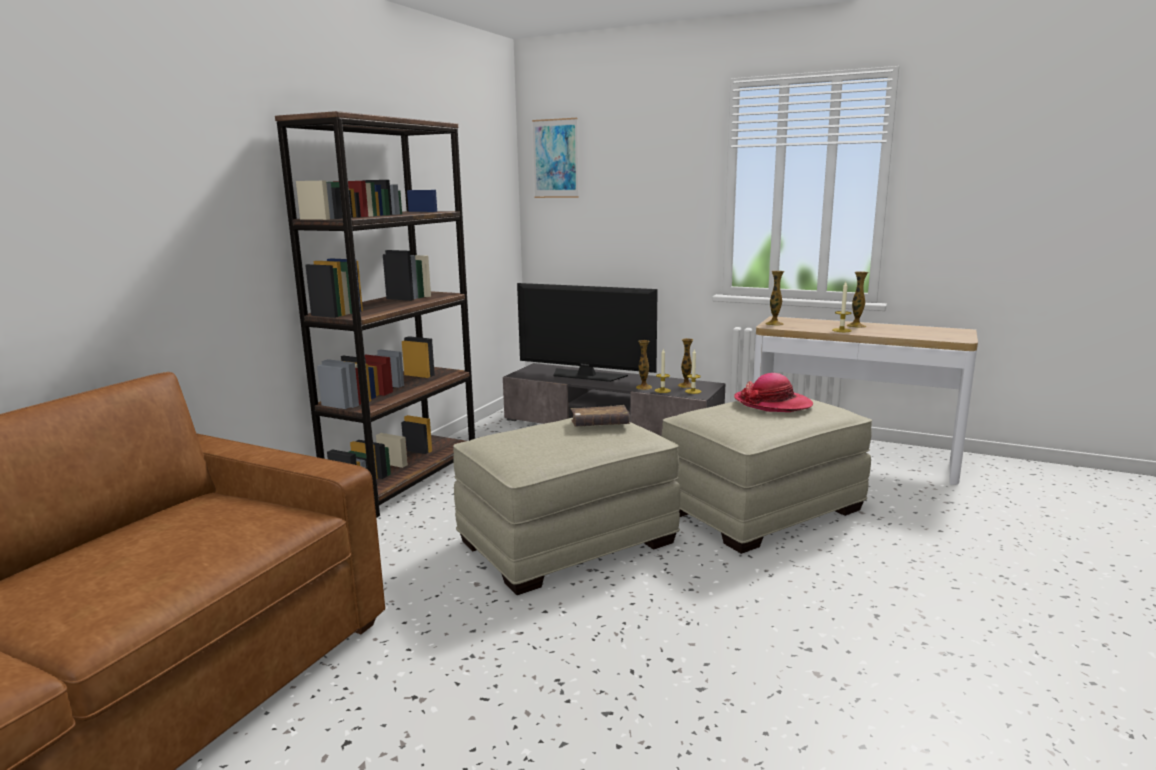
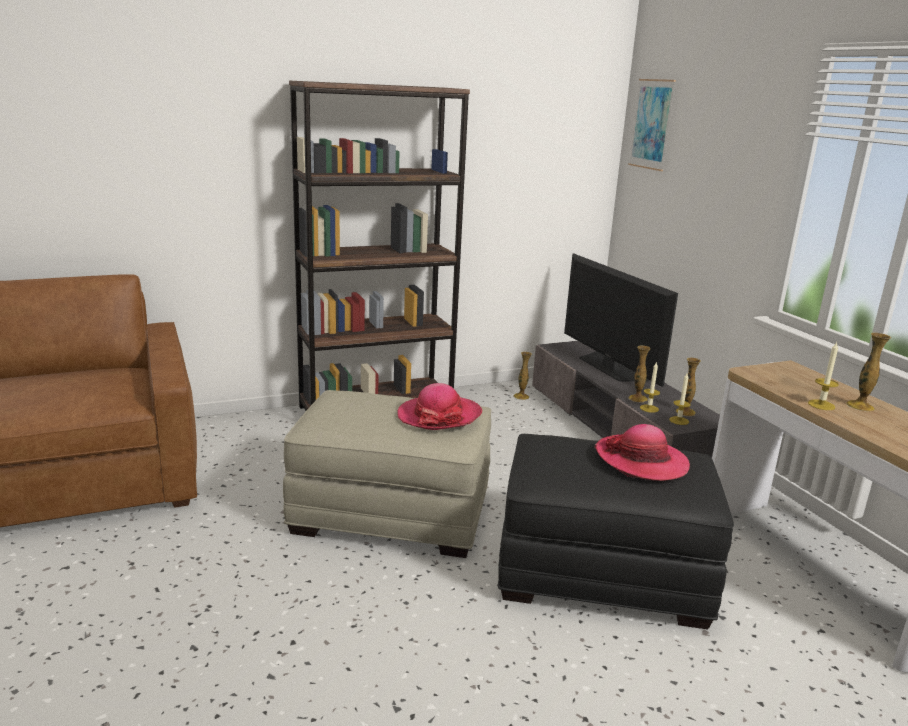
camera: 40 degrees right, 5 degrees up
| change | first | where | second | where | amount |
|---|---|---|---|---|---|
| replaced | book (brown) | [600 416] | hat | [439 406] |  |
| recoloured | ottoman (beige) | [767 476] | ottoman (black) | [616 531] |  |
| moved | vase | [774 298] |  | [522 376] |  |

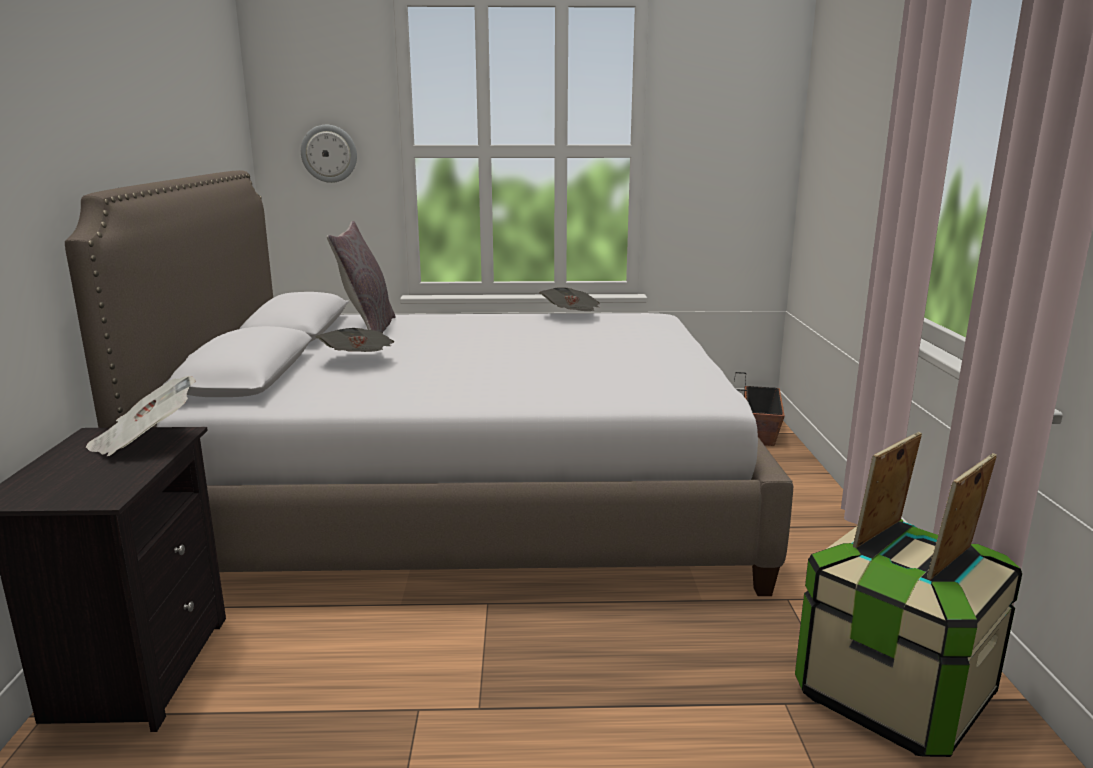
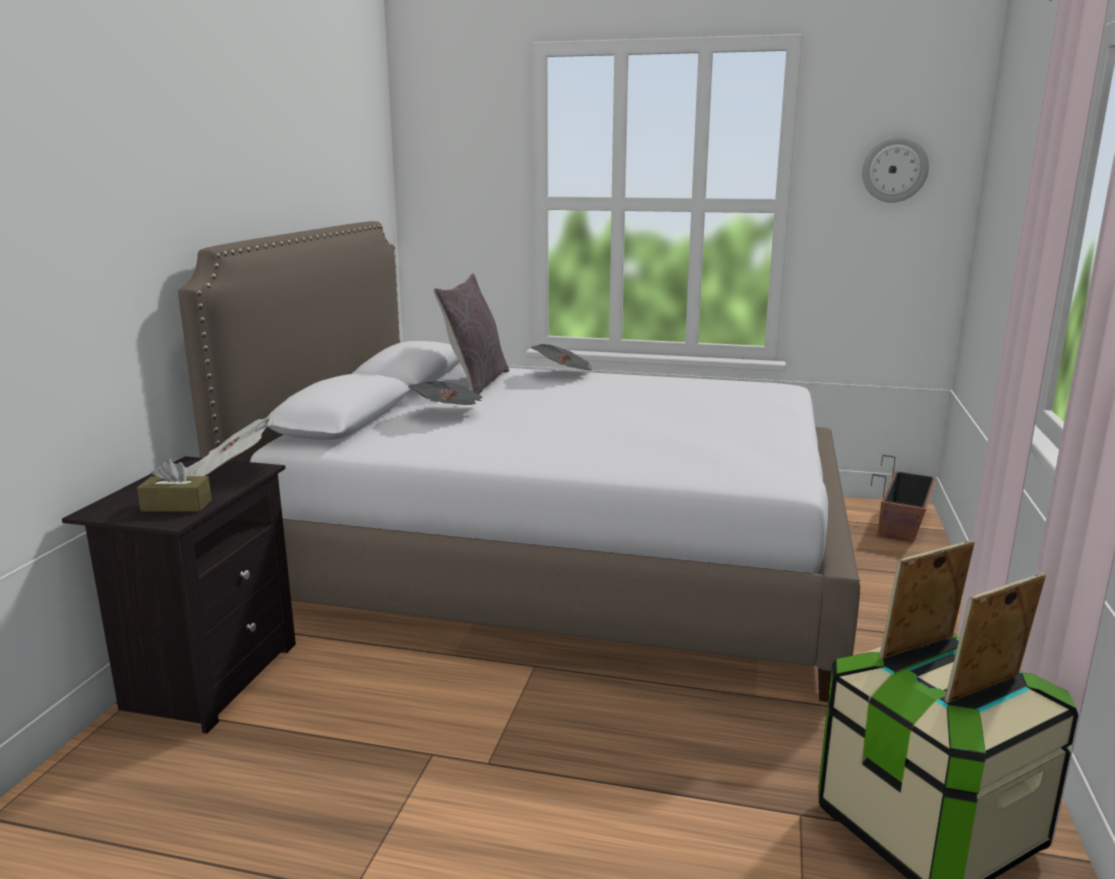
camera: 15 degrees right, 0 degrees up
| change | first | where | second | where | amount |
|---|---|---|---|---|---|
| moved | wall clock | [329 154] |  | [895 170] |  |
| moved | newspaper | [569 299] |  | [562 357] |  |
| added |  |  | tissue box (brown) | [174 485] |  |

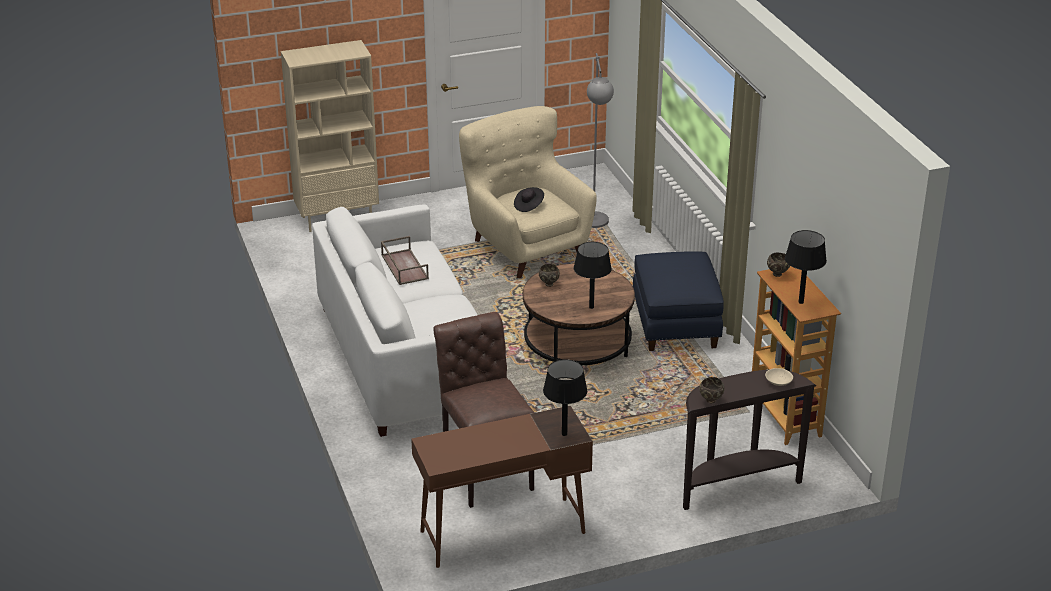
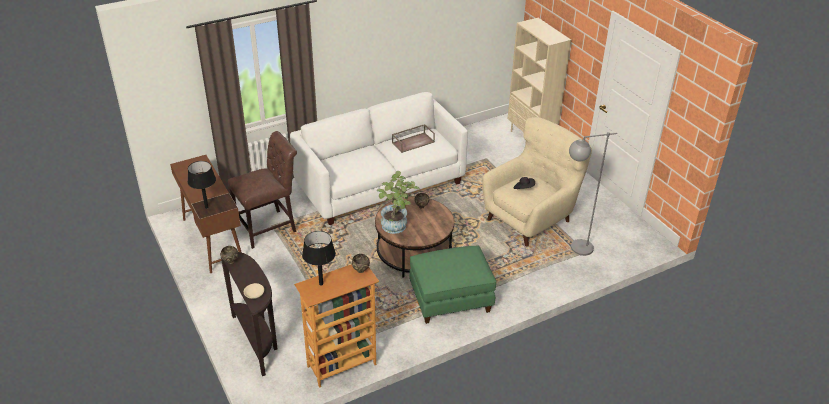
camera: 80 degrees right, 5 degrees up
| change | first | where | second | where | amount |
|---|---|---|---|---|---|
| replaced | table lamp (black) | [593 275] | potted plant | [398 202] |  |
| recoloured | ottoman (blue) | [678 301] | ottoman (green) | [452 284] |  |

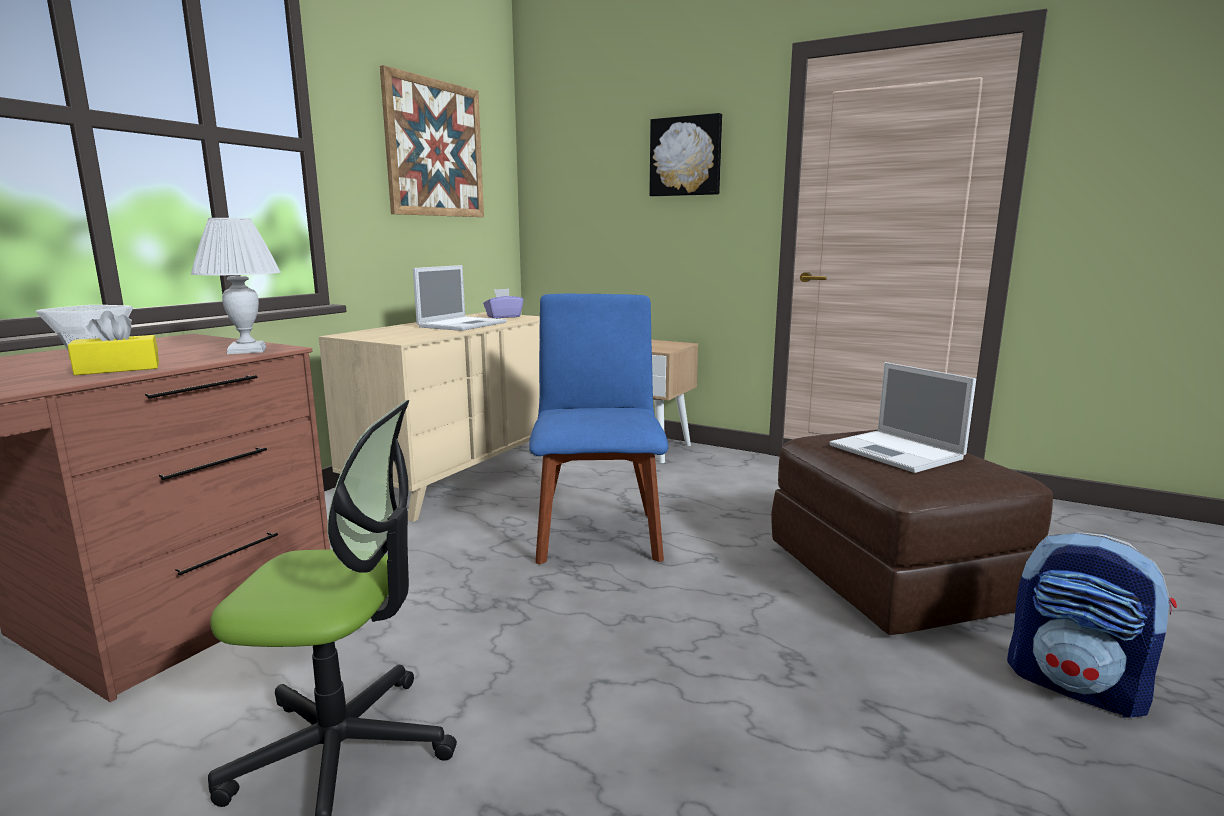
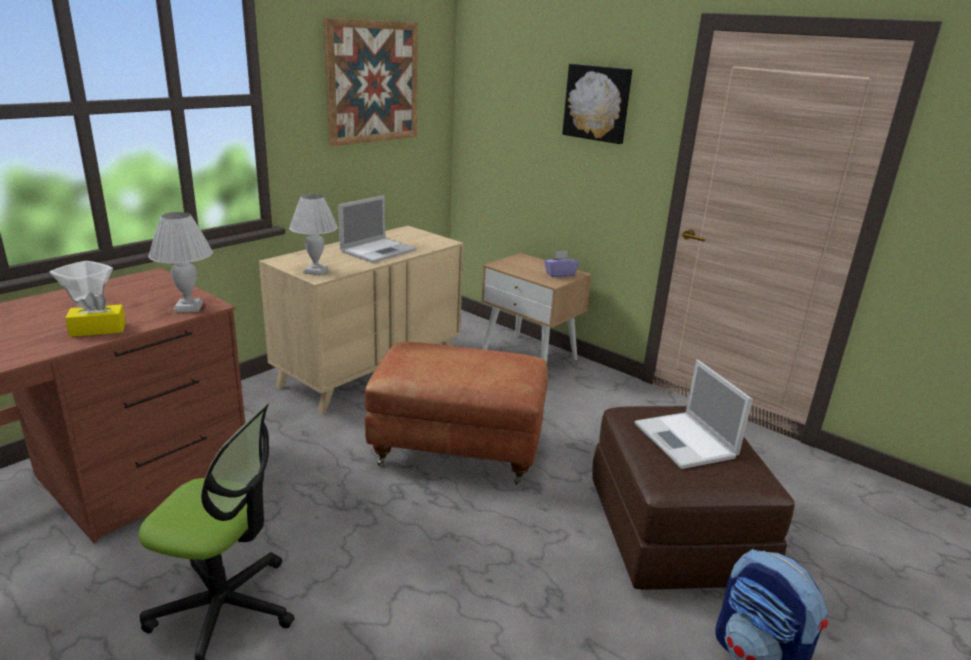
camera: 10 degrees right, 10 degrees up
| change | first | where | second | where | amount |
|---|---|---|---|---|---|
| moved | tissue box (purple) | [503 303] |  | [561 264] |  |
| replaced | chair (blue) | [598 429] | ottoman (brown) | [456 413] |  |
| added |  |  | table lamp (white) | [313 235] |  |

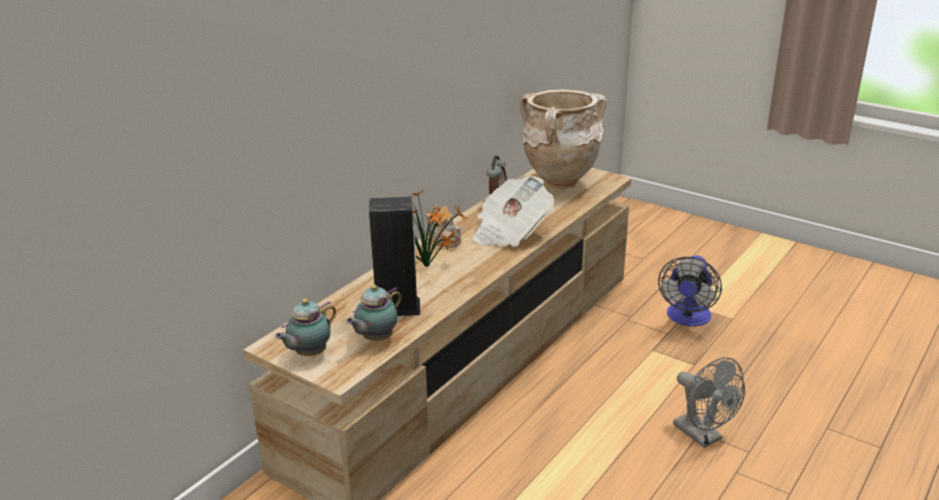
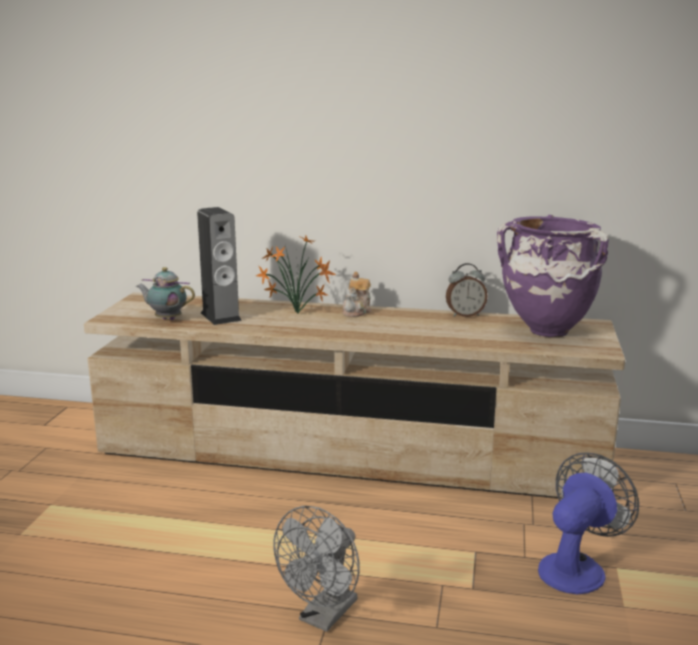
camera: 65 degrees right, 10 degrees down
| change | first | where | second | where | amount |
|---|---|---|---|---|---|
| removed | teapot | [305 327] |  |  |  |
| removed | newspaper | [513 211] |  |  |  |
| recoloured | vase (beige) | [563 139] | vase (purple) | [553 276] |  |
| turned | fan | [690 291] |  | [588 523] | 135 degrees clockwise |

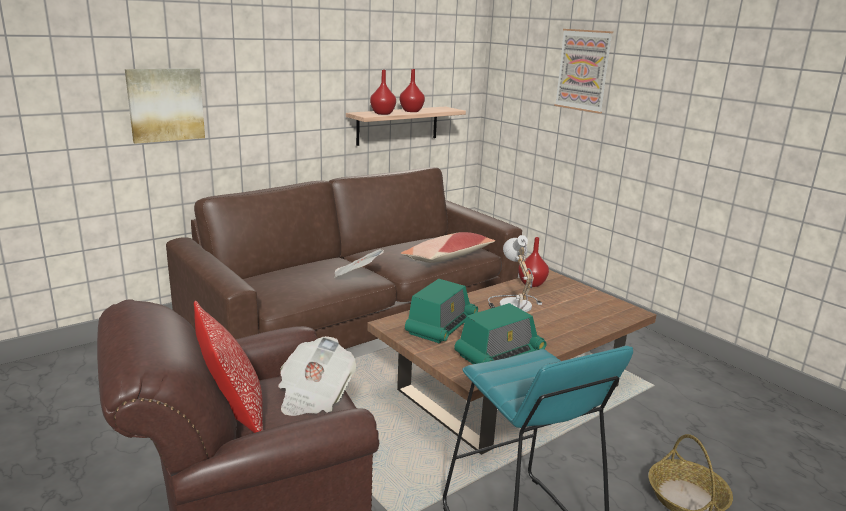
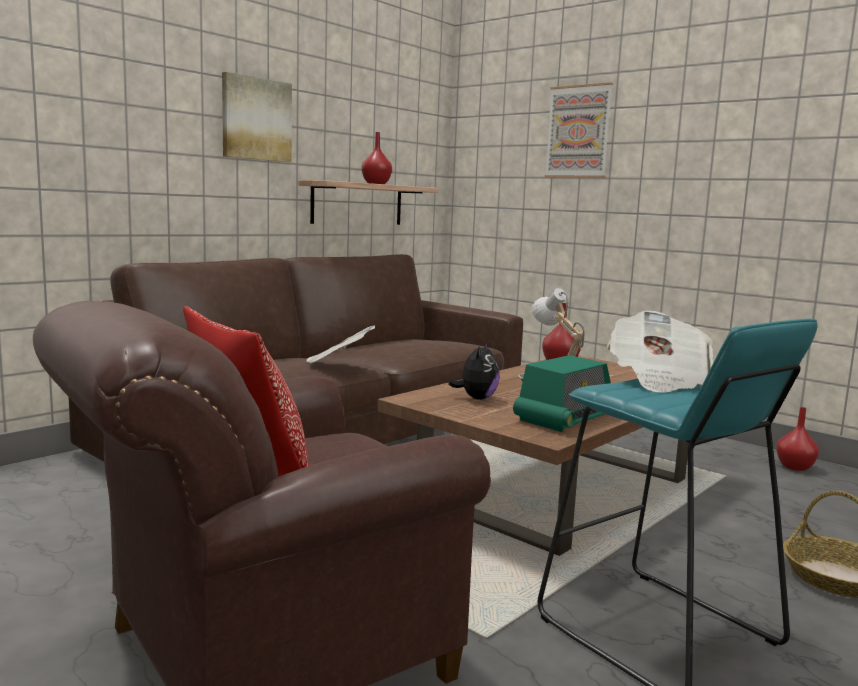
camera: 10 degrees left, 10 degrees down
| change | first | where | second | where | amount |
|---|---|---|---|---|---|
| moved | picture | [165 106] |  | [257 117] |  |
| moved | newspaper | [317 376] |  | [660 352] |  |
| moved | vase (red) | [383 92] |  | [797 439] |  |
| removed | pillow | [447 247] |  |  |  |
| replaced | radio | [441 311] | plush toy | [474 371] |  |

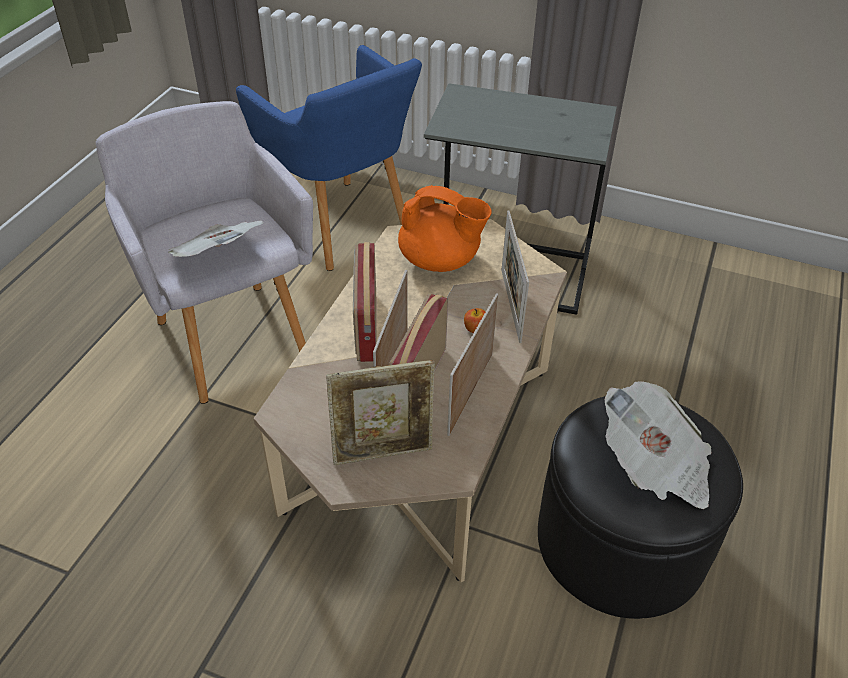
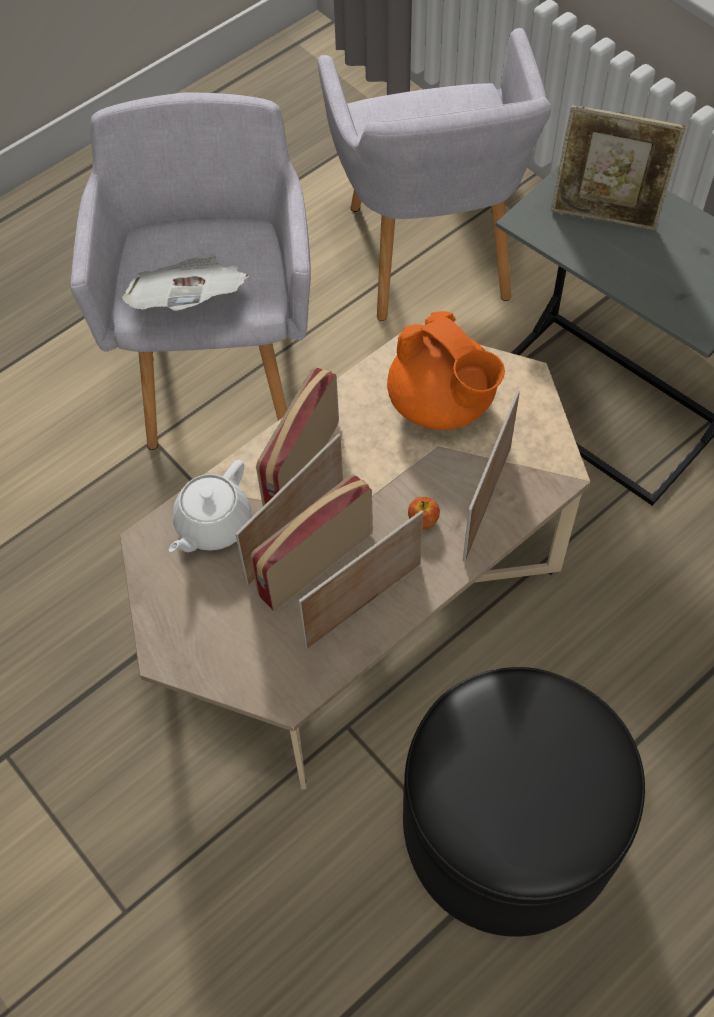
camera: 30 degrees right, 15 degrees up
| change | first | where | second | where | amount |
|---|---|---|---|---|---|
| recoloured | armchair (blue) | [329 158] | armchair (grey) | [435 174] |  |
| moved | picture frame | [380 412] |  | [618 167] |  |
| removed | newspaper | [658 445] |  |  |  |
| added |  |  | teapot (white) | [210 506] |  |

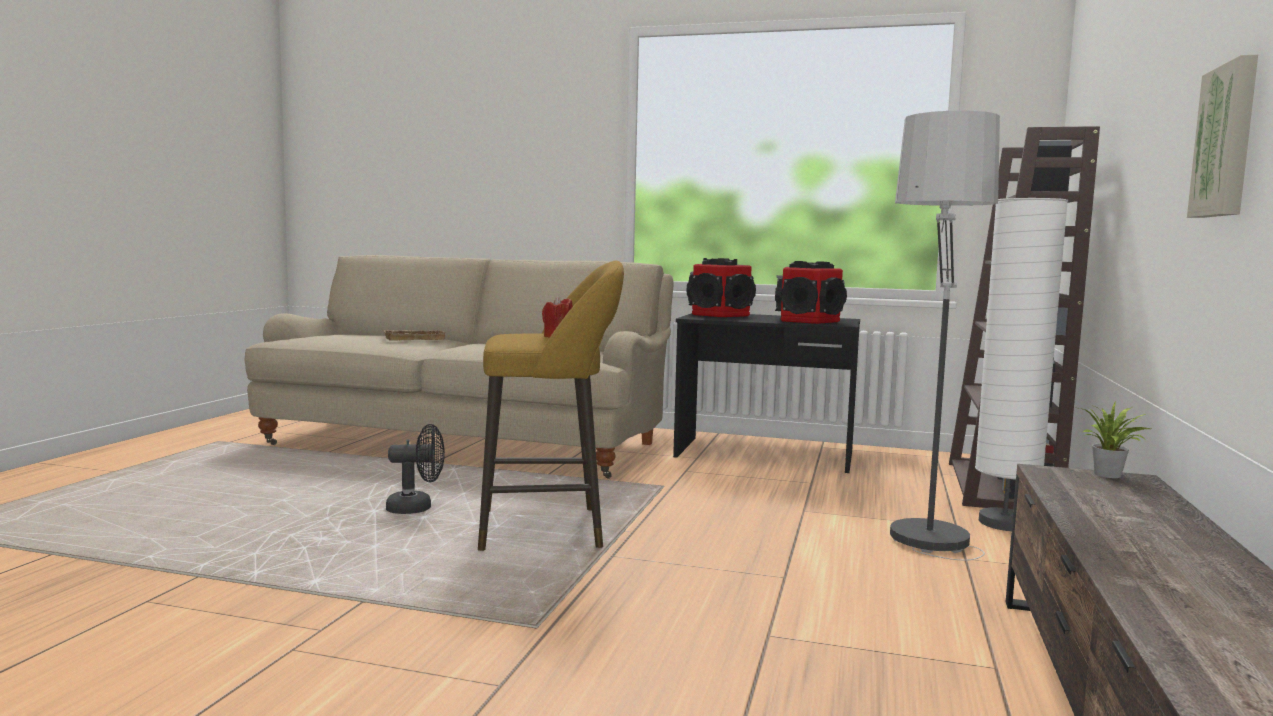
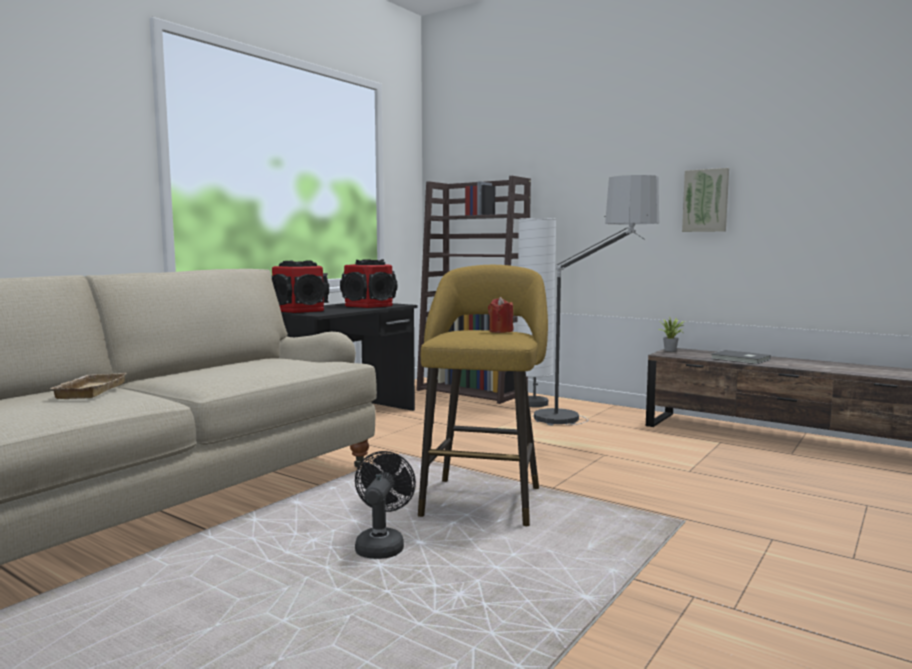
camera: 70 degrees left, 0 degrees up
| change | first | where | second | where | amount |
|---|---|---|---|---|---|
| added |  |  | book (grey) | [741 357] |  |

